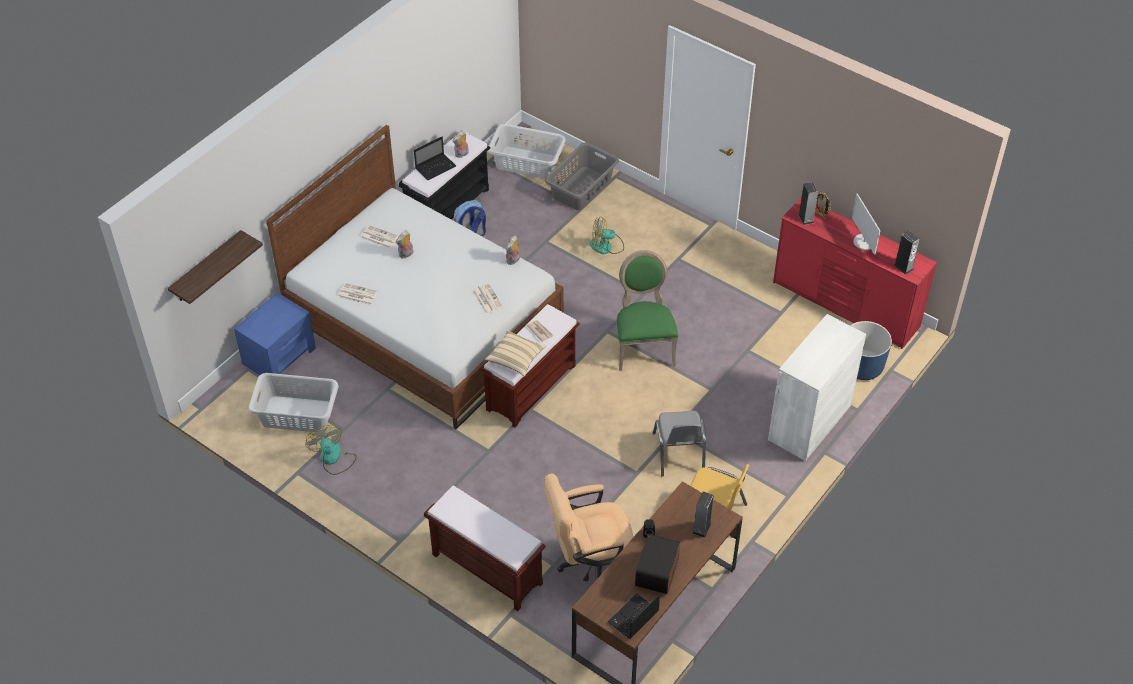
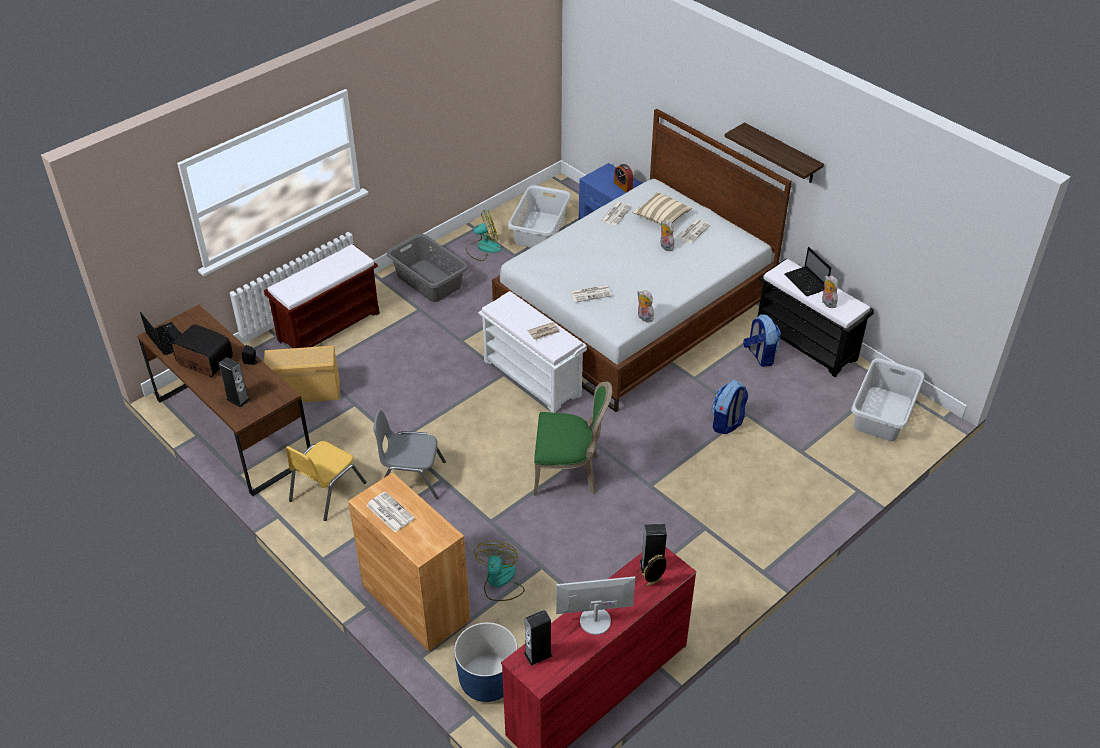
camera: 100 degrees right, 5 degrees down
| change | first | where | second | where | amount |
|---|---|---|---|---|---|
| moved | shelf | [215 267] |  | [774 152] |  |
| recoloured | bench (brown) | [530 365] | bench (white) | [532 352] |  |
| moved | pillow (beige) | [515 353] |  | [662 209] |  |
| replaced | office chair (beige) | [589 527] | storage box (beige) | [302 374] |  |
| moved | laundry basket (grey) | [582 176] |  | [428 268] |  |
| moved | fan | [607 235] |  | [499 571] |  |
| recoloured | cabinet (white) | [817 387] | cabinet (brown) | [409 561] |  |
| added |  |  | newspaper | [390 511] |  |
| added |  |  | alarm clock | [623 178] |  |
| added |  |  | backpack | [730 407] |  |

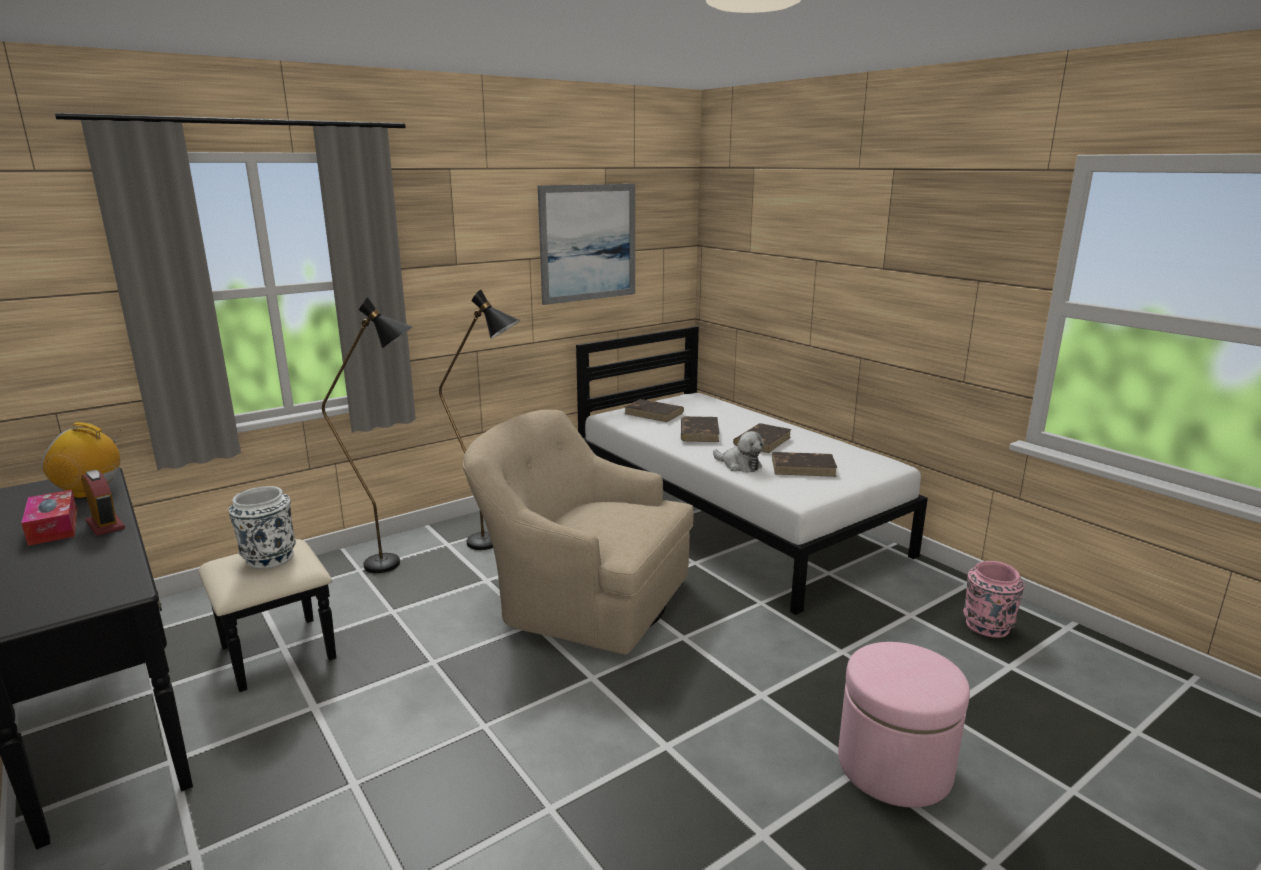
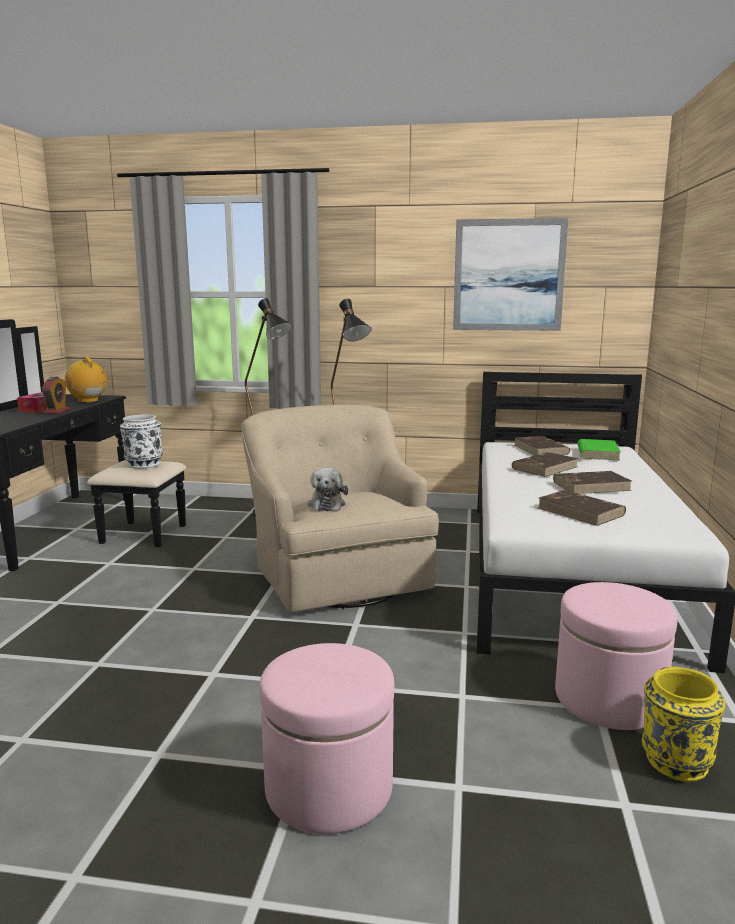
camera: 45 degrees right, 5 degrees down
| change | first | where | second | where | amount |
|---|---|---|---|---|---|
| moved | plush toy | [738 452] |  | [327 489] |  |
| recoloured | vase (pink) | [993 599] | vase (yellow) | [683 724] |  |
| added |  |  | ottoman (pink) | [616 656] |  |
| added |  |  | book (green) | [599 449] |  |

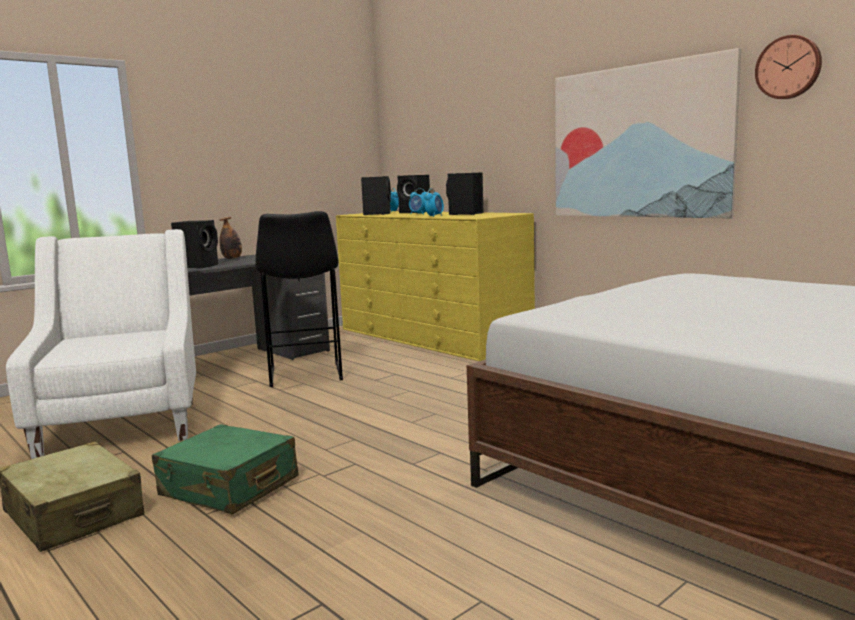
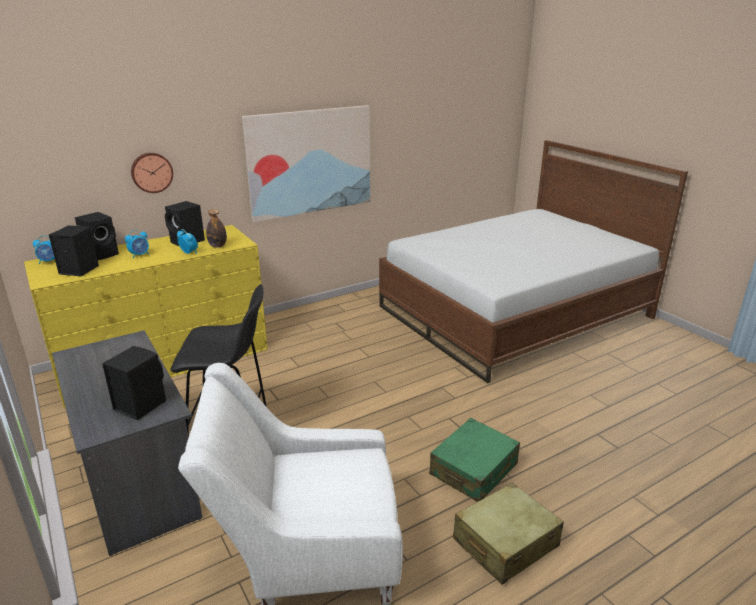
camera: 80 degrees left, 15 degrees up
| change | first | where | second | where | amount |
|---|---|---|---|---|---|
| moved | bottle | [230 238] |  | [216 228] |  |
| moved | wall clock | [788 67] |  | [152 173] |  |

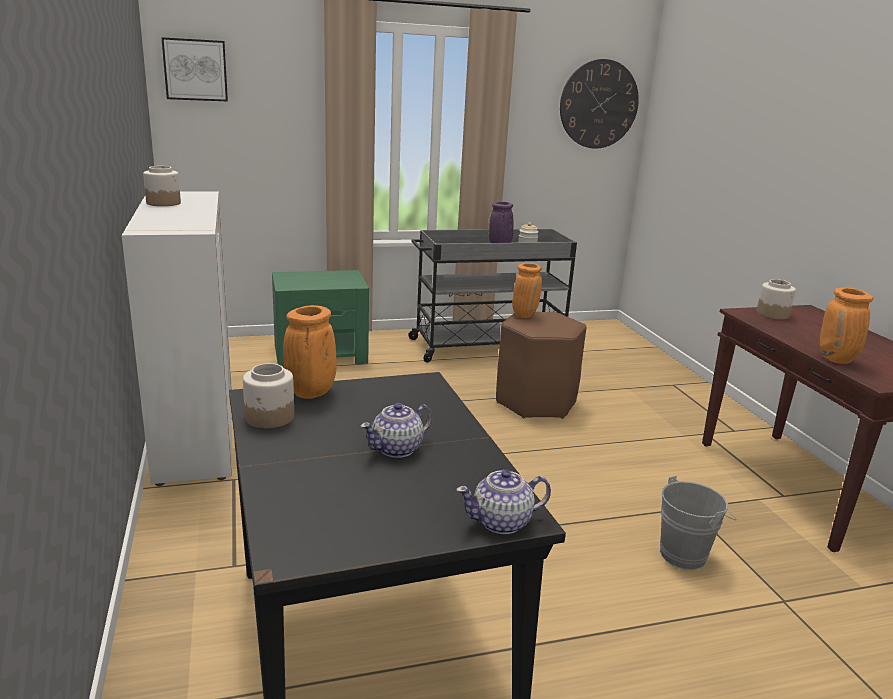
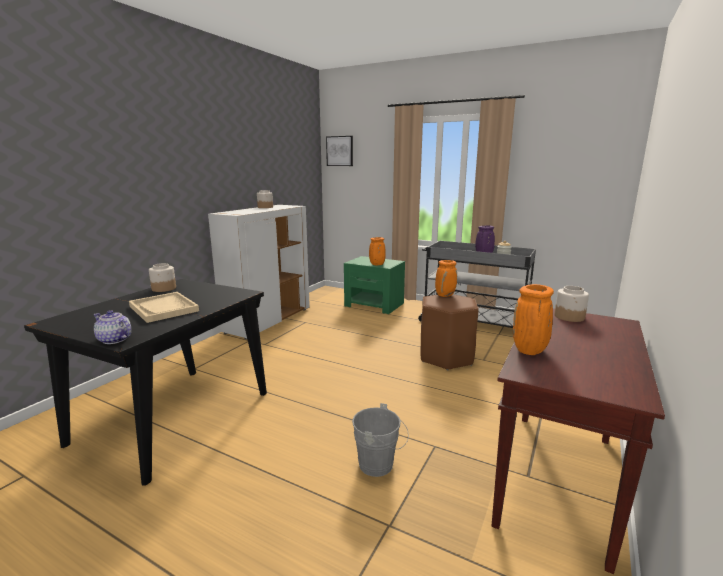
camera: 45 degrees right, 5 degrees down
| change | first | where | second | where | amount |
|---|---|---|---|---|---|
| moved | vase (orange) | [310 352] |  | [377 251] |  |
| replaced | teapot | [396 430] | tray (beige) | [164 307] |  |
| removed | wall clock | [599 104] |  |  |  |

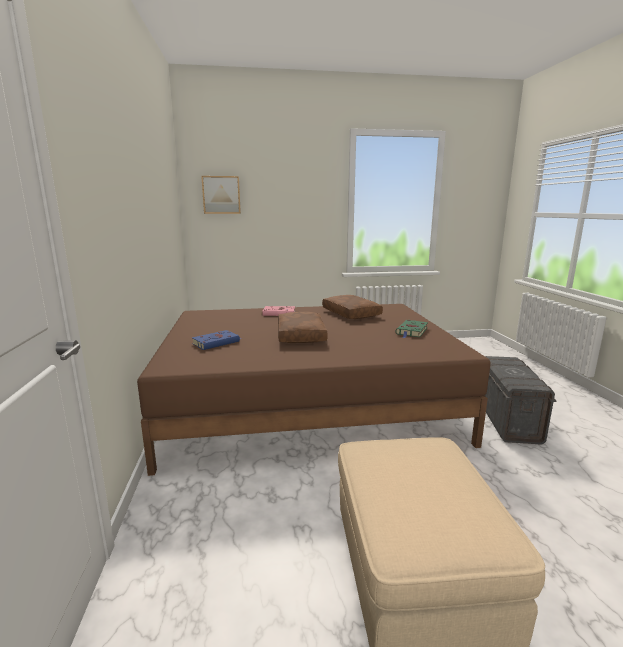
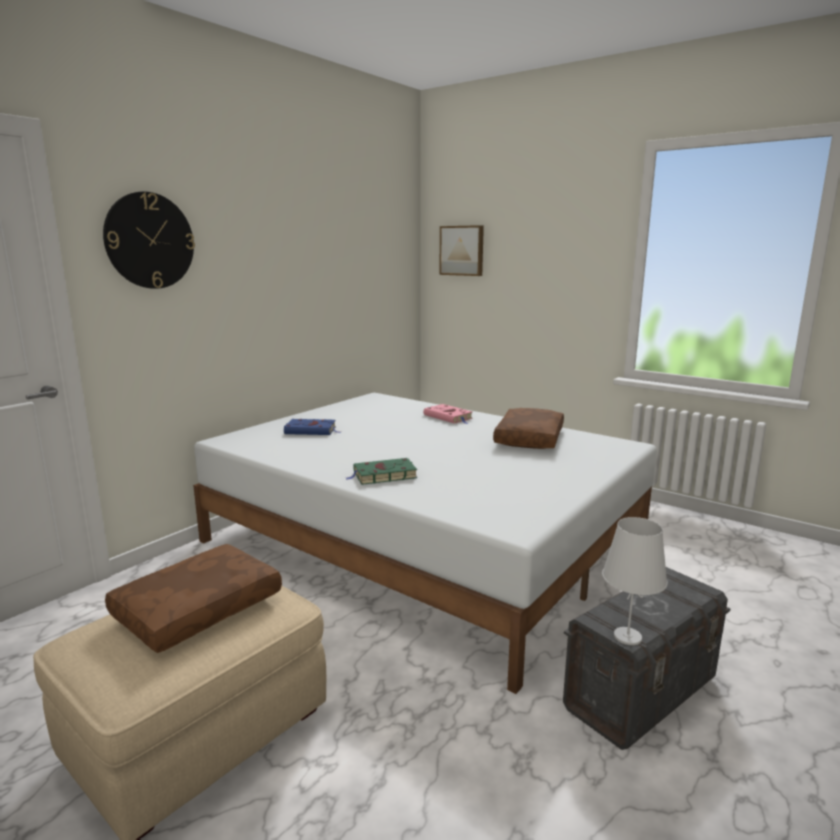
camera: 45 degrees right, 0 degrees up
| change | first | where | second | where | amount |
|---|---|---|---|---|---|
| recoloured | bed (brown) | [314 390] | bed (white) | [425 543] |  |
| moved | pillow (brown) | [303 327] |  | [193 598] |  |
| moved | book (green) | [412 329] |  | [381 471] |  |
| added |  |  | wall clock | [149 240] |  |
| added |  |  | table lamp (white) | [635 581] |  |

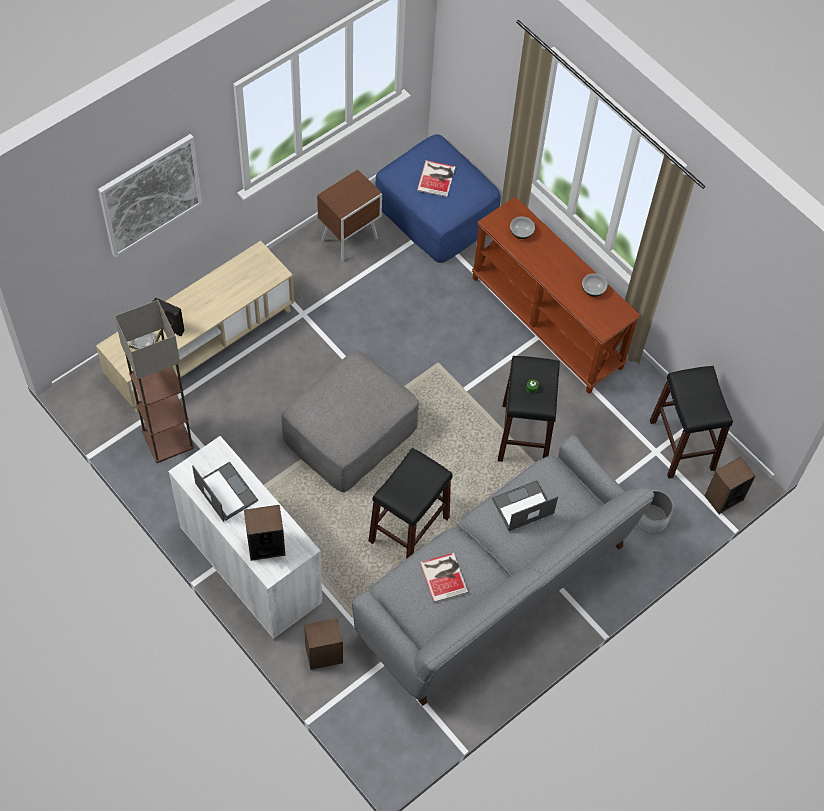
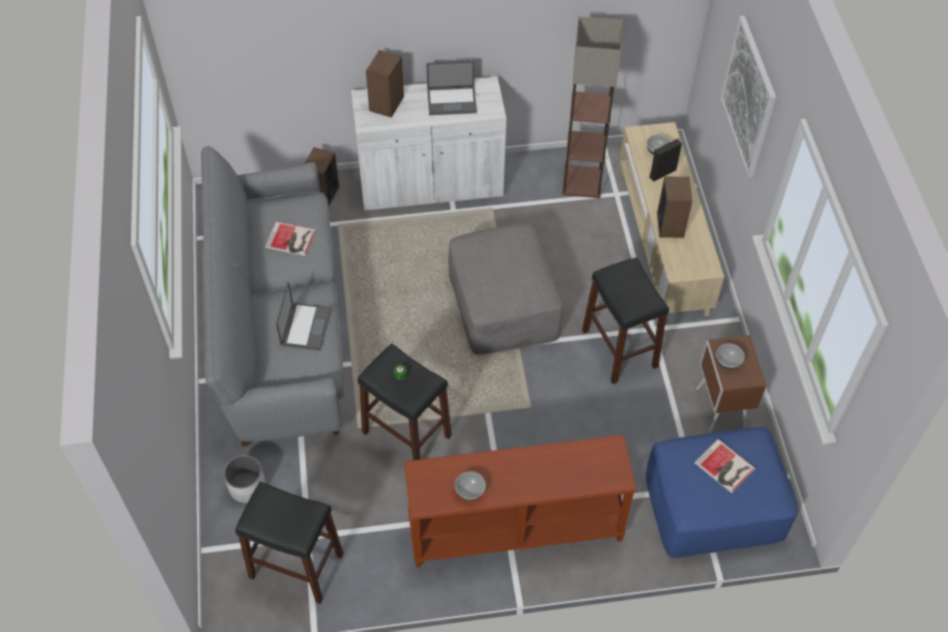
camera: 125 degrees right, 5 degrees down
| change | first | where | second | where | amount |
|---|---|---|---|---|---|
| moved | stool (black) | [410 503] |  | [625 320] |  |
| moved | bowl | [522 227] |  | [730 356] |  |
| moved | speaker | [730 485] |  | [674 207] |  |

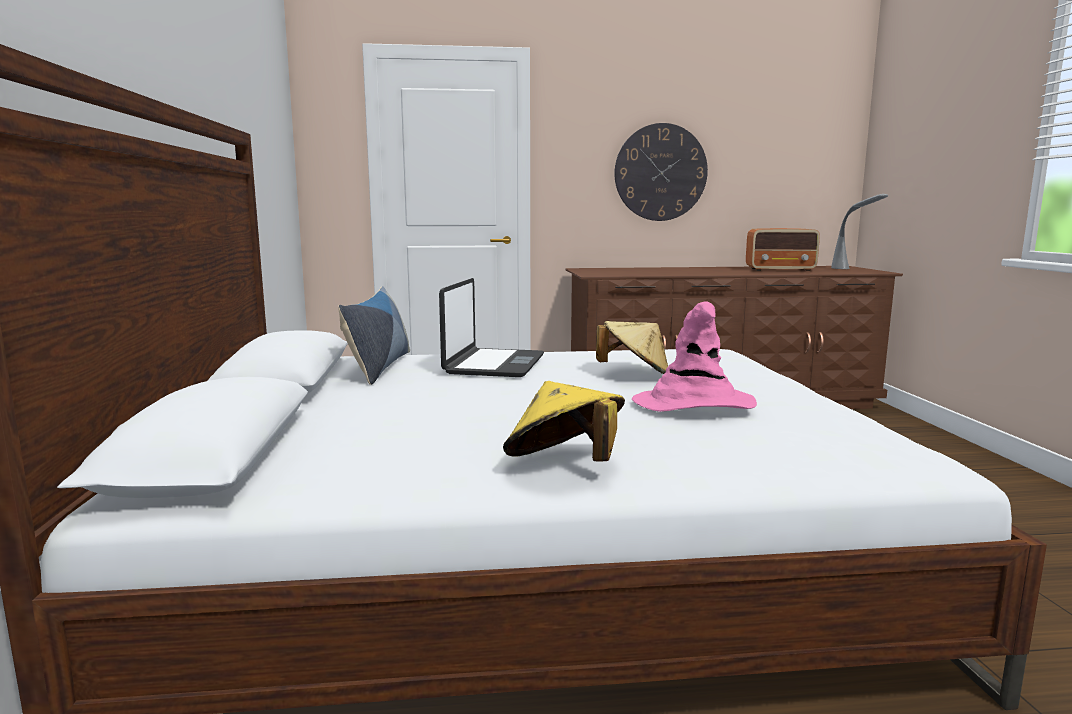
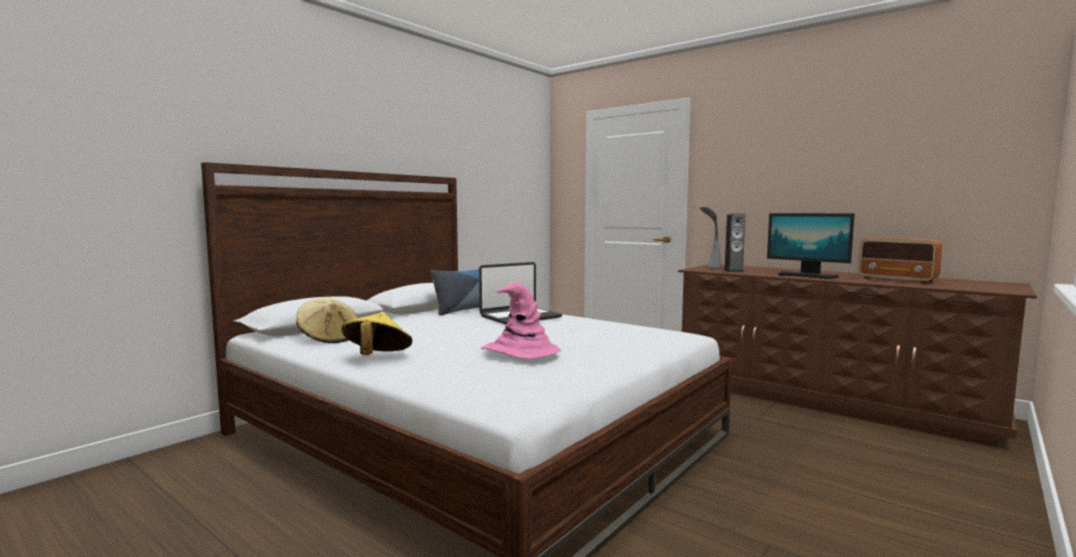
camera: 45 degrees right, 5 degrees down
| change | first | where | second | where | amount |
|---|---|---|---|---|---|
| moved | hat (beige) | [632 347] |  | [327 320] |  |
| removed | wall clock | [661 172] |  |  |  |
| moved | table lamp (grey) | [859 231] |  | [710 237] |  |
| added |  |  | speaker | [734 242] |  |
| added |  |  | monitor | [811 246] |  |

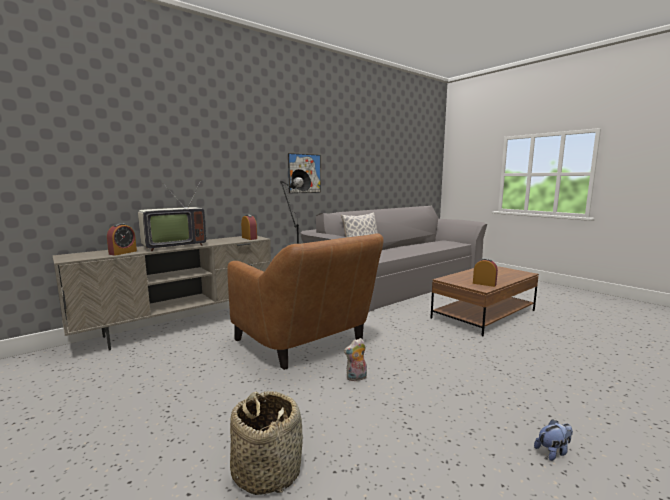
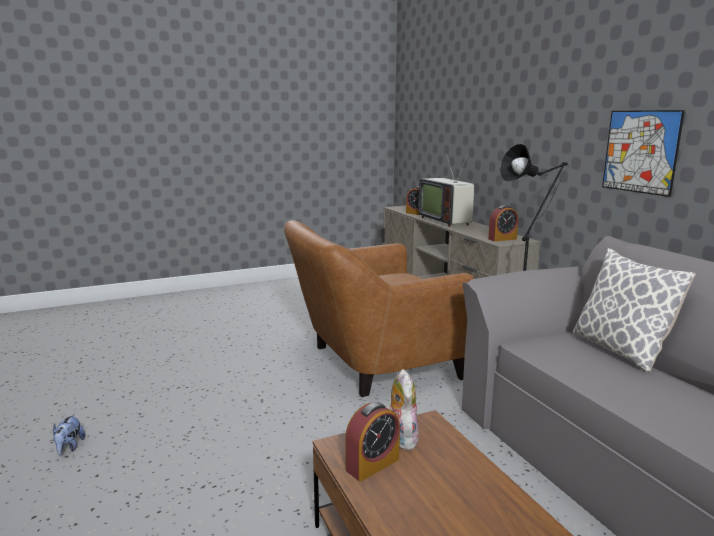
camera: 105 degrees right, 5 degrees up
| change | first | where | second | where | amount |
|---|---|---|---|---|---|
| removed | basket | [266 443] |  |  |  |
| moved | plush toy | [355 360] |  | [402 409] |  |

